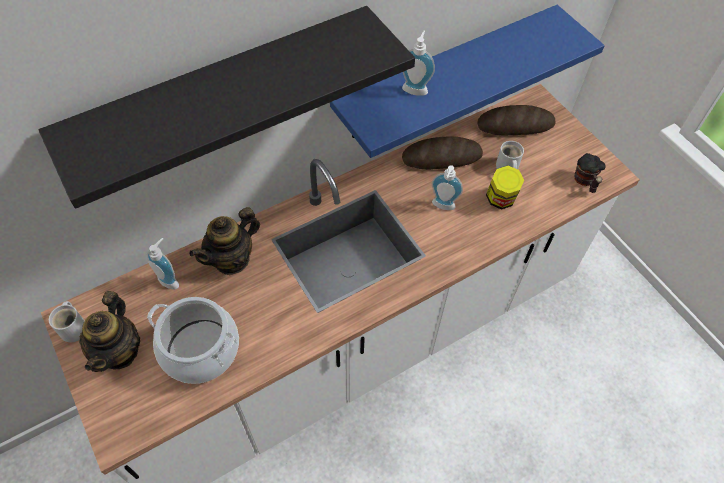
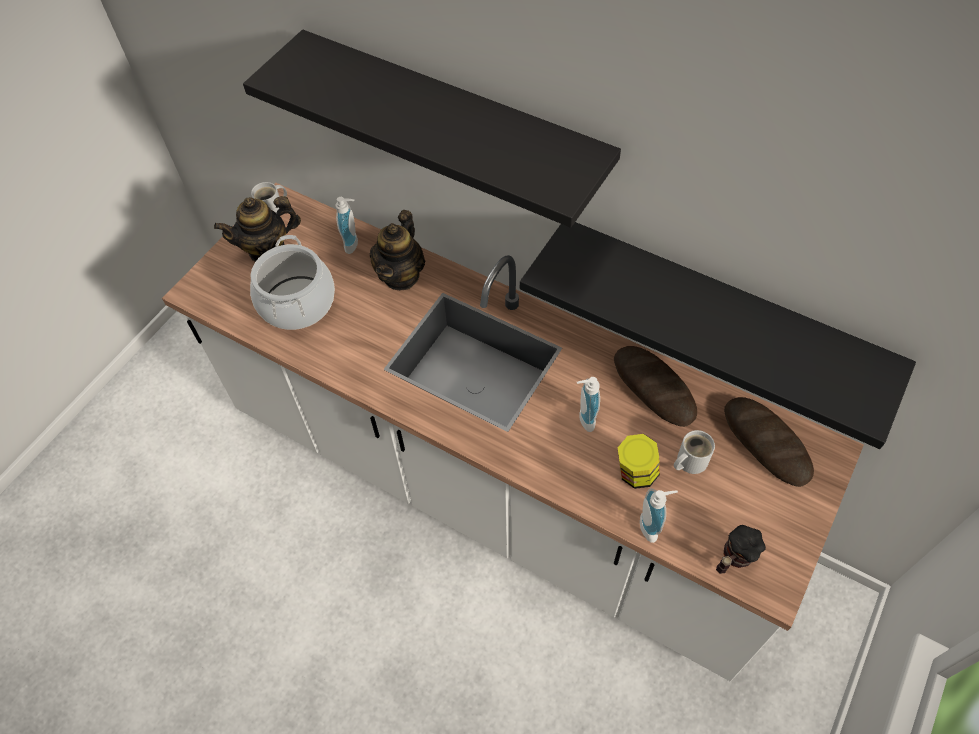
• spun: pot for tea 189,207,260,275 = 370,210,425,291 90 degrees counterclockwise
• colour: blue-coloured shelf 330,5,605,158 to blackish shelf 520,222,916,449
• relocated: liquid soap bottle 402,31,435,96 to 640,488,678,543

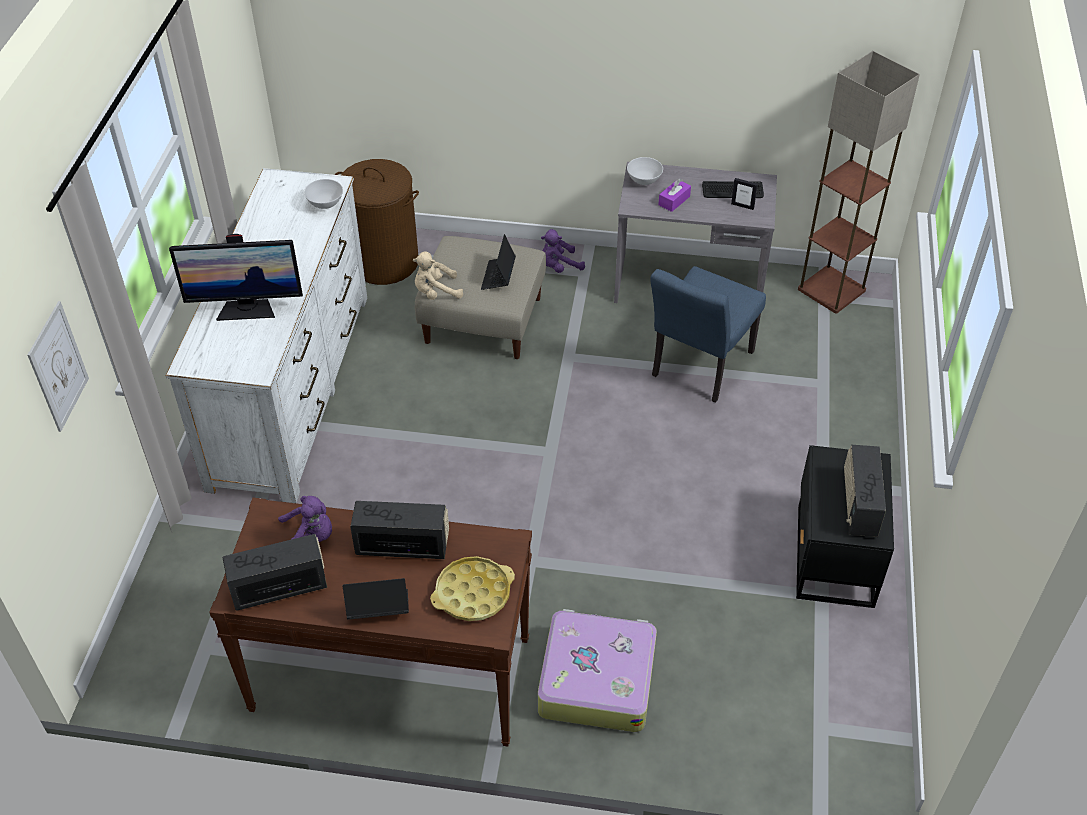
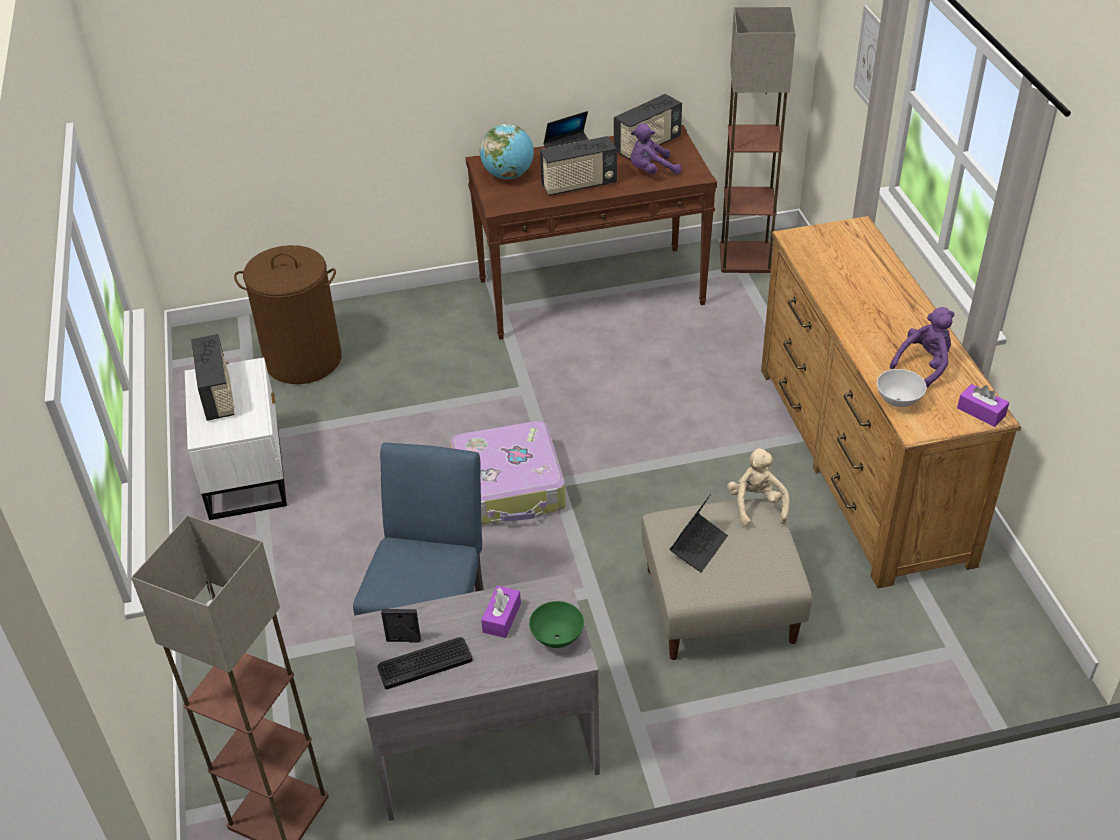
• colour: white dresser 166,168,367,503 to brown-coloured dresser 761,216,1021,589
• missing: computer screen 169,234,303,321
• relocated: brown-coloured laundry basket 335,159,419,285 to 234,245,342,384
• spun: beige-coloured cuddly toy 413,251,463,300 = 727,448,790,527 60 degrees counterclockwise
• exchanged: yellow-coloured tray 430,556,515,621 to globe 480,124,534,179
• spun: portable computer 481,234,516,290 = 670,494,728,572 45 degrees clockwise
• relocated: travel case 538,609,657,732 to 450,421,566,525
• relocated: purplish cuddly toy 541,229,585,273 to 890,307,955,388
• colour: white bowl 627,157,663,185 to greenish bowl 529,601,584,648
• colour: blackish night table 796,445,894,608 to white night table 185,357,287,520
• appeared: standard lamp 720,7,796,273
• appeared: purplish box of tissues 957,384,1009,427

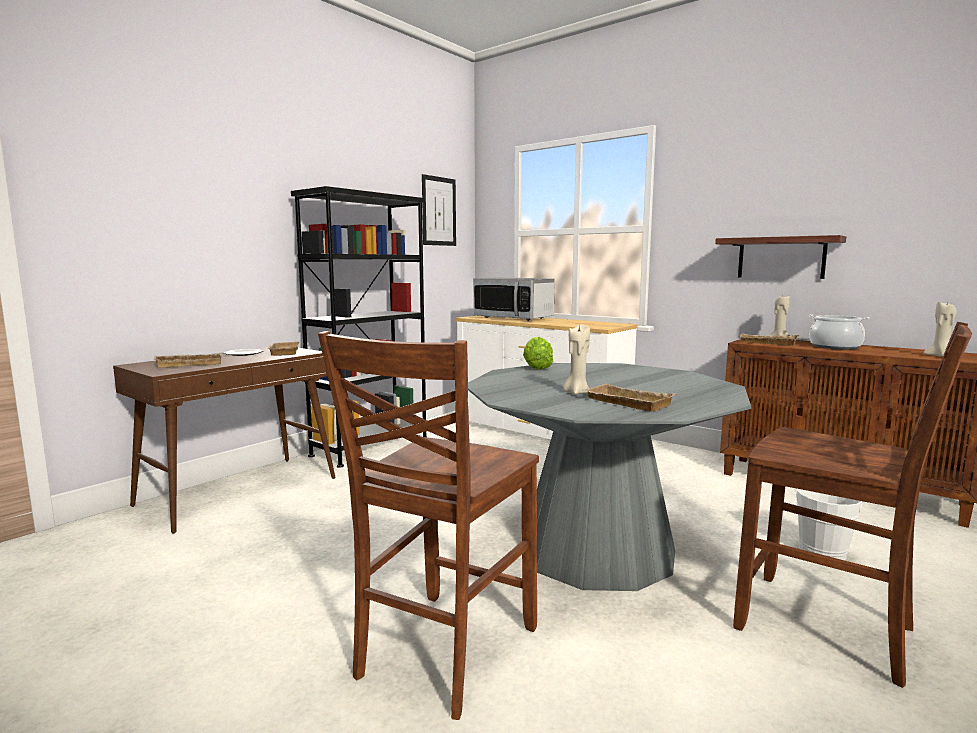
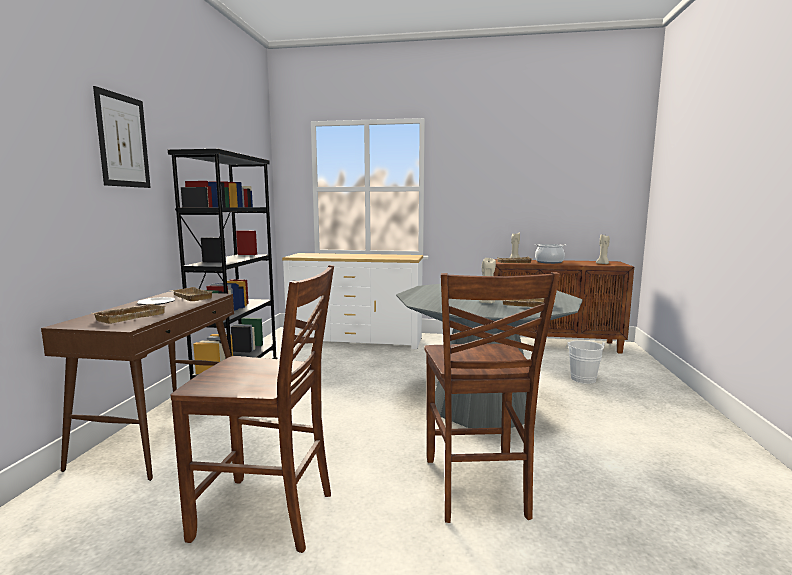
• relocated: wall art 422,174,456,246 to 93,86,151,188
• missing: microwave 473,277,555,321
• missing: lettuce head 523,337,553,370
• missing: shelf 715,235,846,279
• relocated: brown-coloured plain chair 733,322,972,688 to 171,265,334,553

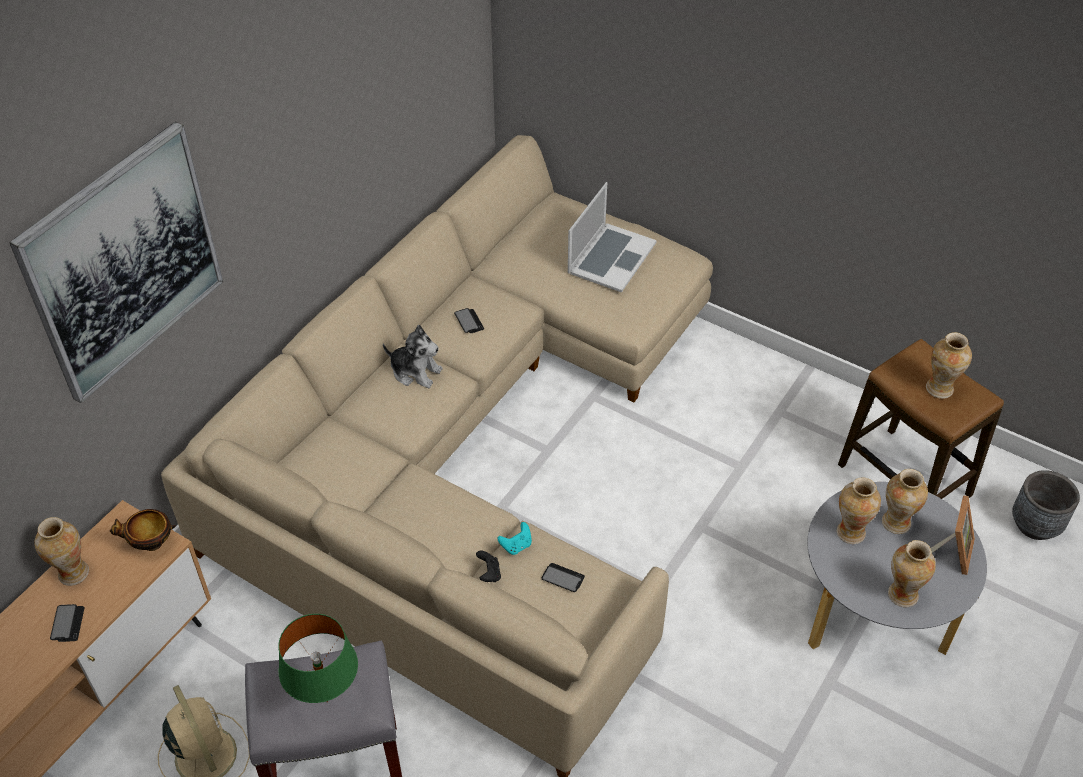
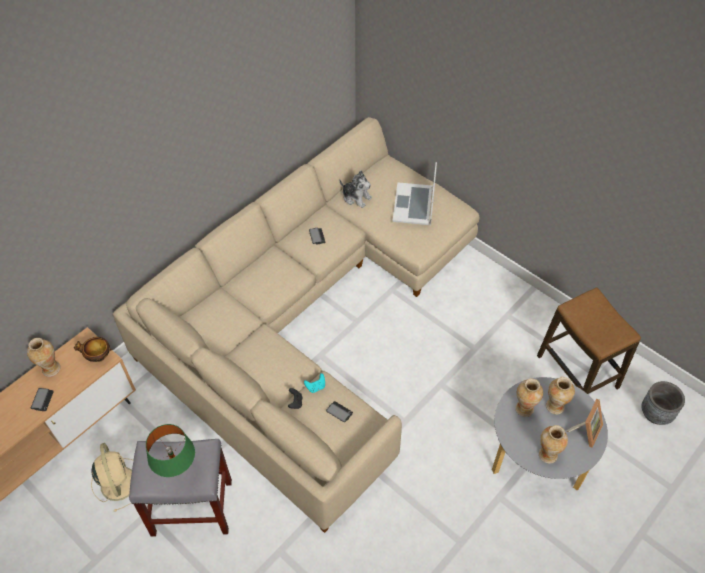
• missing: wall art 9,121,223,403
• relocated: cuddly toy 383,325,443,388 to 339,170,372,208
• spun: portable computer 568,182,657,293 = 392,162,437,225 150 degrees clockwise
• missing: vase 926,332,972,399

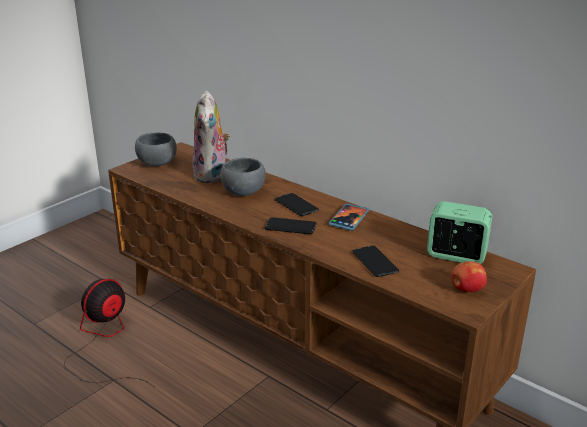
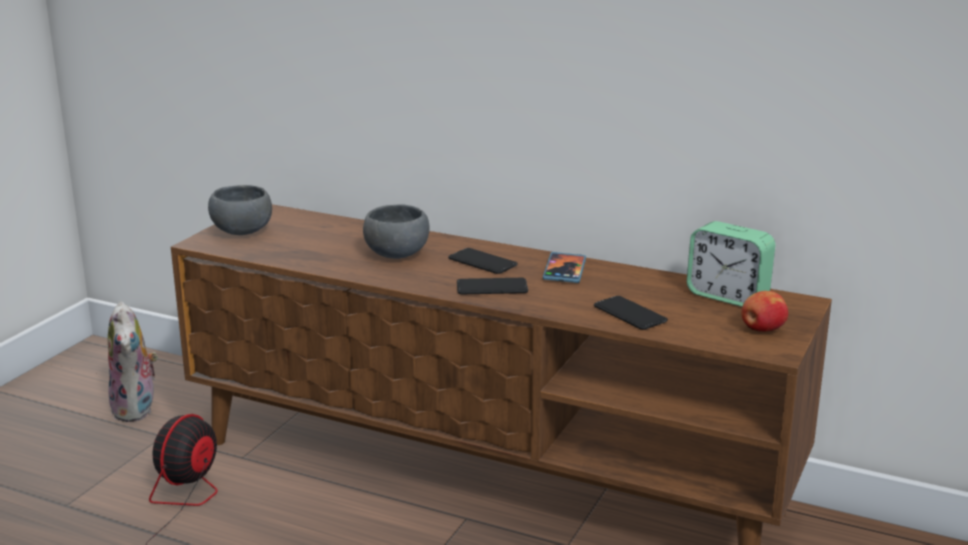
• relocated: cuddly toy 193,90,230,183 to 108,301,158,422
• spun: alarm clock 427,201,492,264 = 687,221,775,307 150 degrees counterclockwise

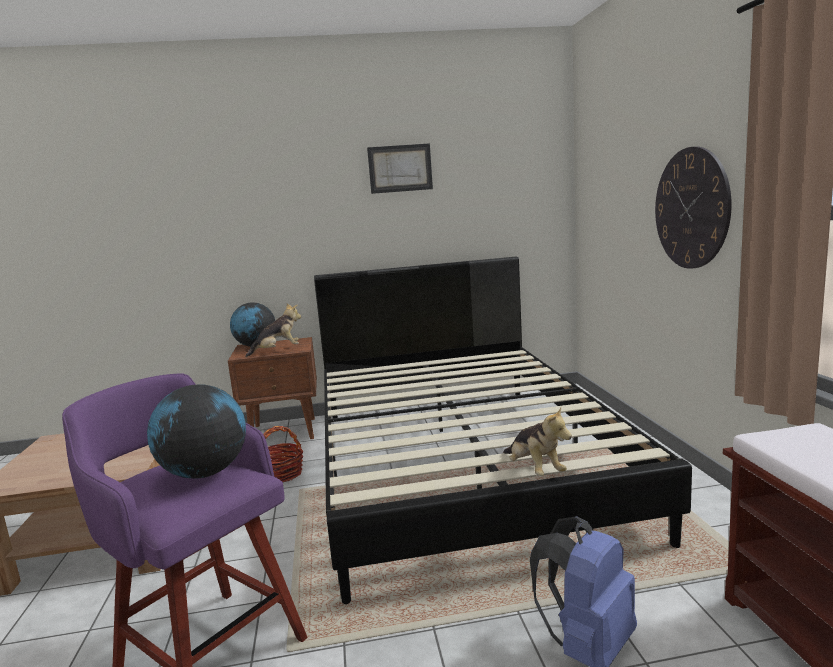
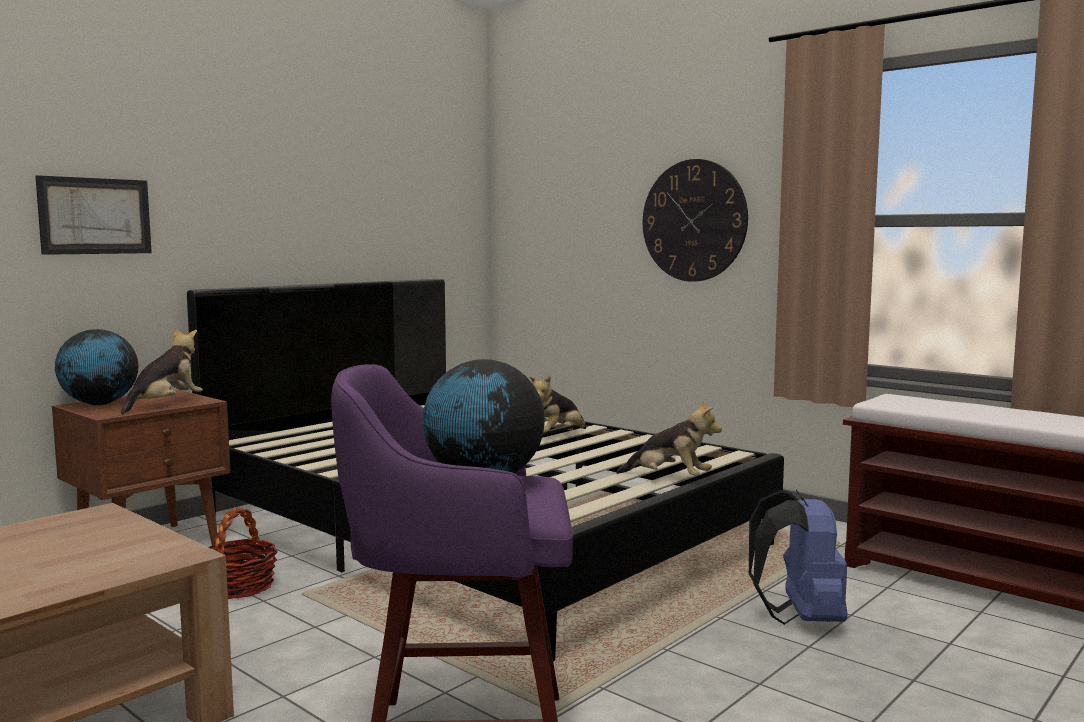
• relocated: wall art 367,143,433,194 to 35,175,152,255
• appeared: cuddly toy 530,375,586,433

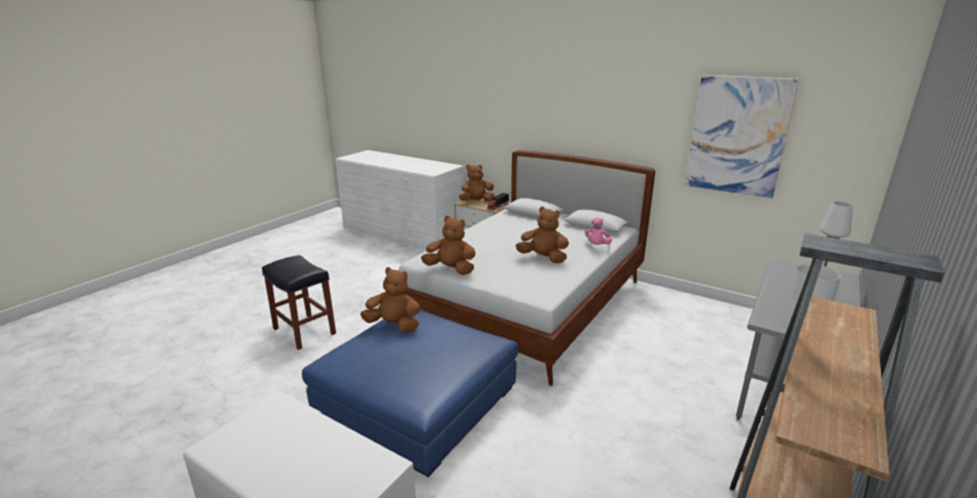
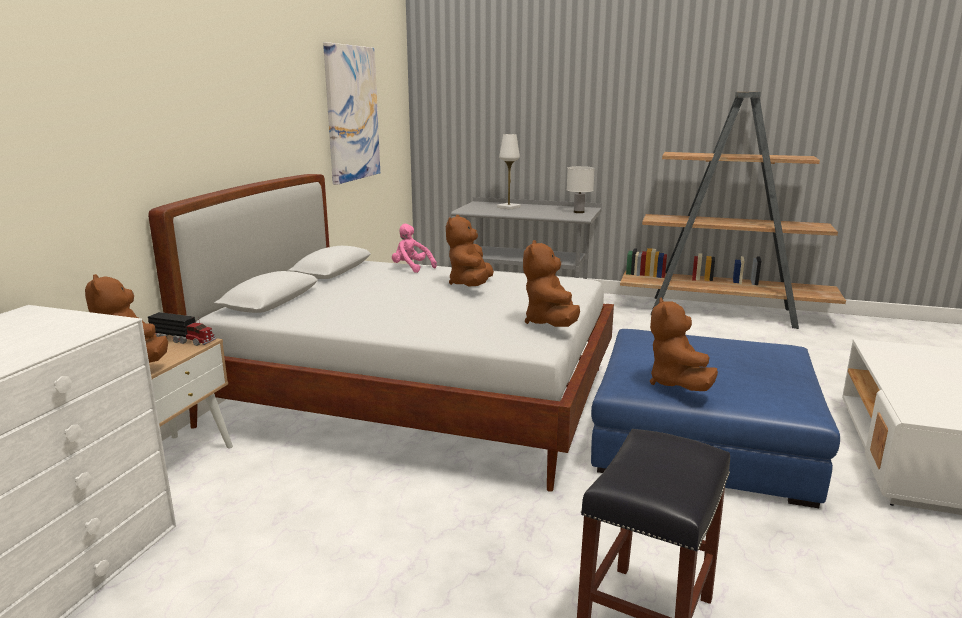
• spun: pinkish cuddly toy 585,217,612,245 = 392,224,437,273 150 degrees counterclockwise

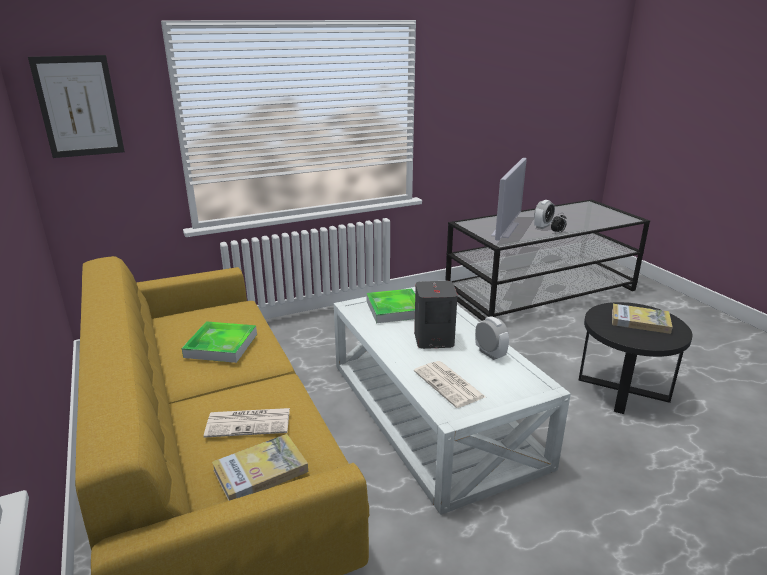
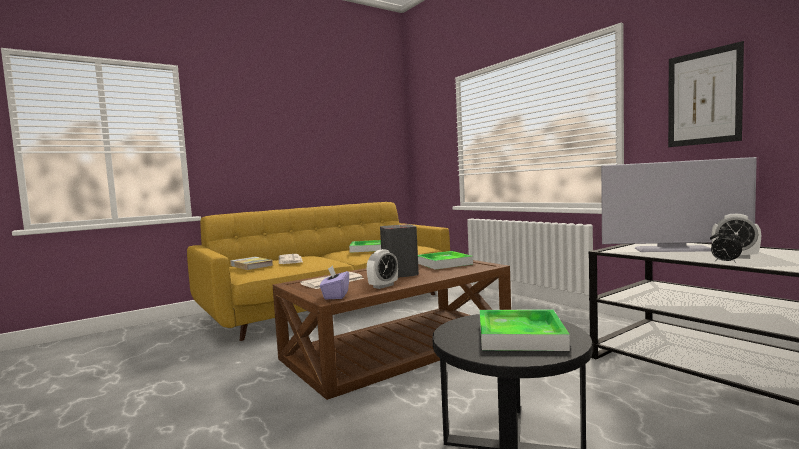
• relocated: wall art 28,55,125,158 to 668,41,744,147
• colour: white coffee table 334,287,571,515 to brown-coloured coffee table 273,260,511,400
• exchanged: bound book 612,304,673,334 to tray 479,309,570,351
• appeared: purplish box of tissues 320,265,349,299

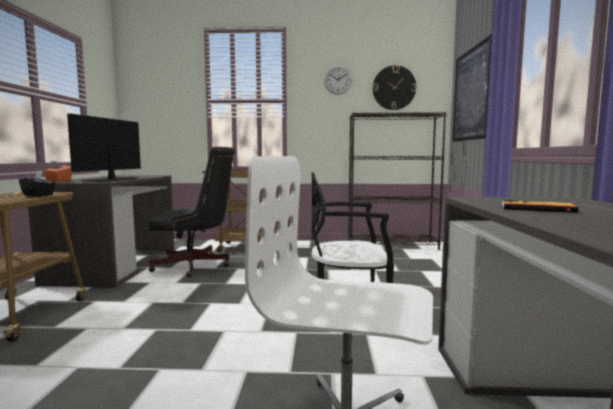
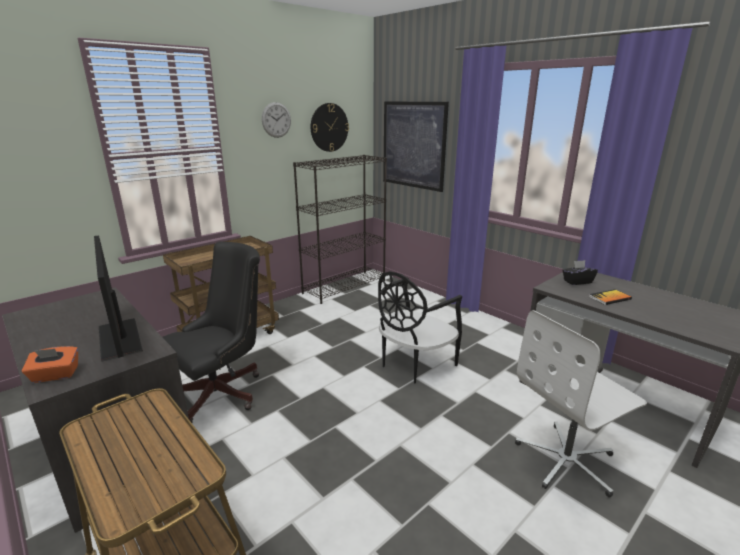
• relocated: blackish box of tissues 19,170,55,197 to 562,260,598,285

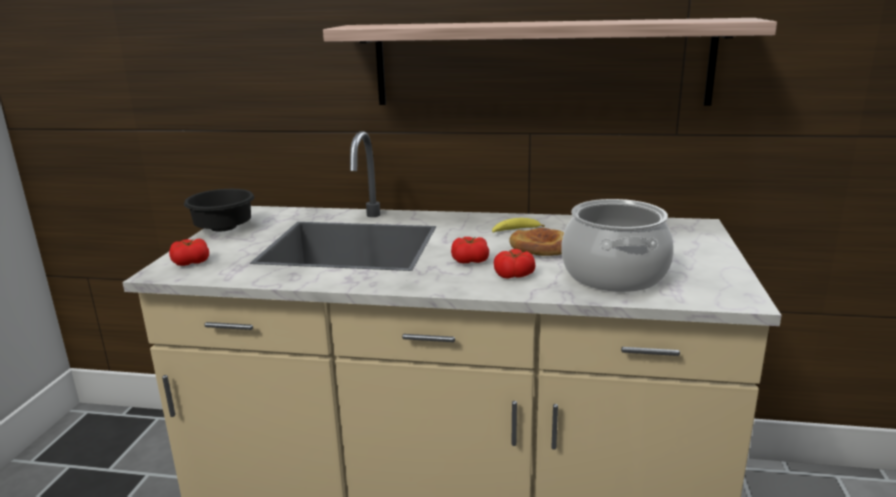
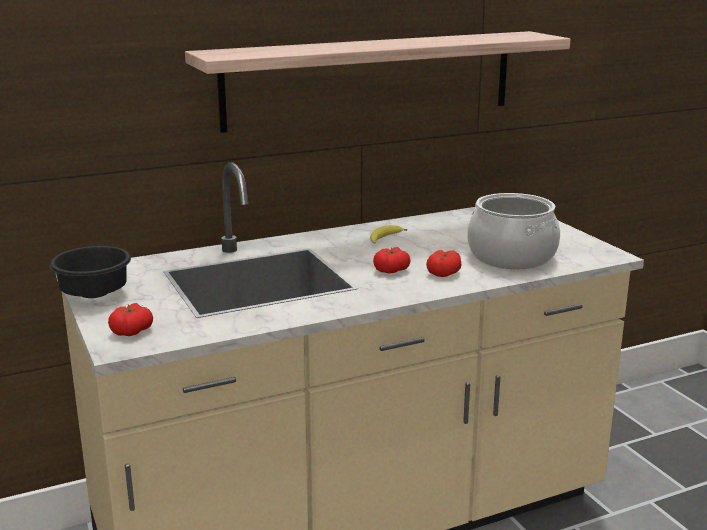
• missing: bread 509,228,564,256

